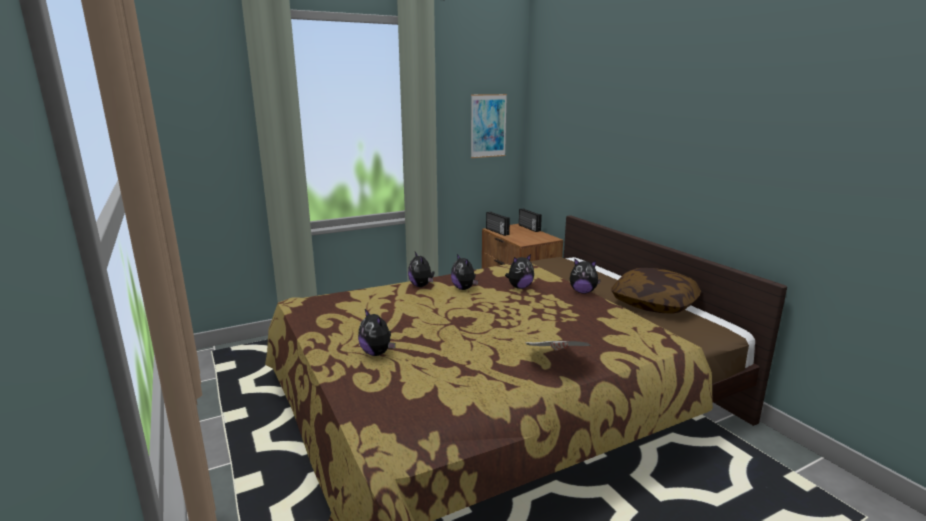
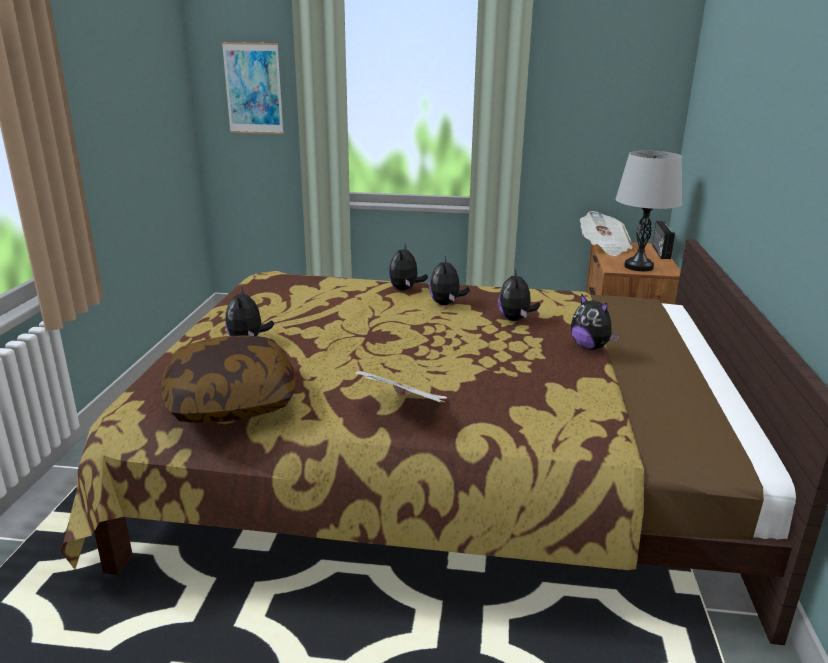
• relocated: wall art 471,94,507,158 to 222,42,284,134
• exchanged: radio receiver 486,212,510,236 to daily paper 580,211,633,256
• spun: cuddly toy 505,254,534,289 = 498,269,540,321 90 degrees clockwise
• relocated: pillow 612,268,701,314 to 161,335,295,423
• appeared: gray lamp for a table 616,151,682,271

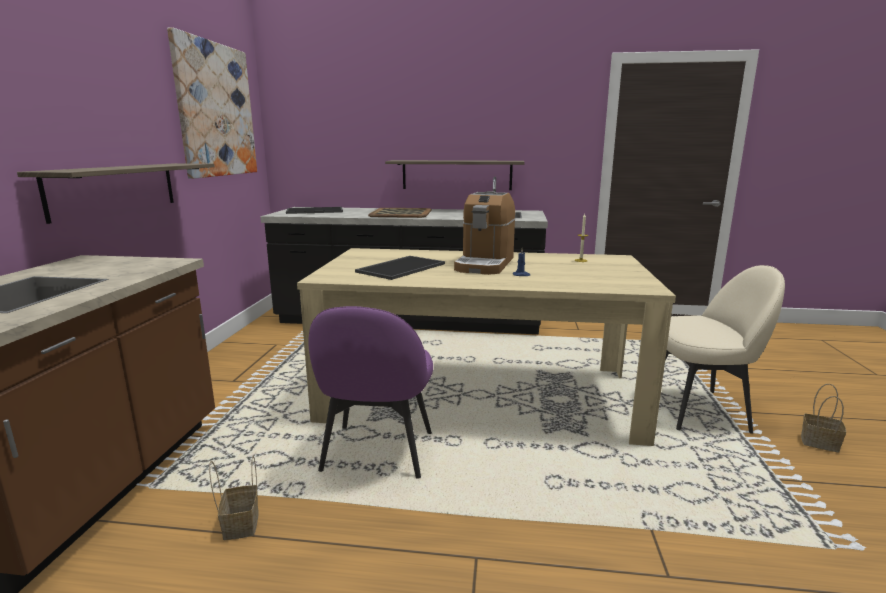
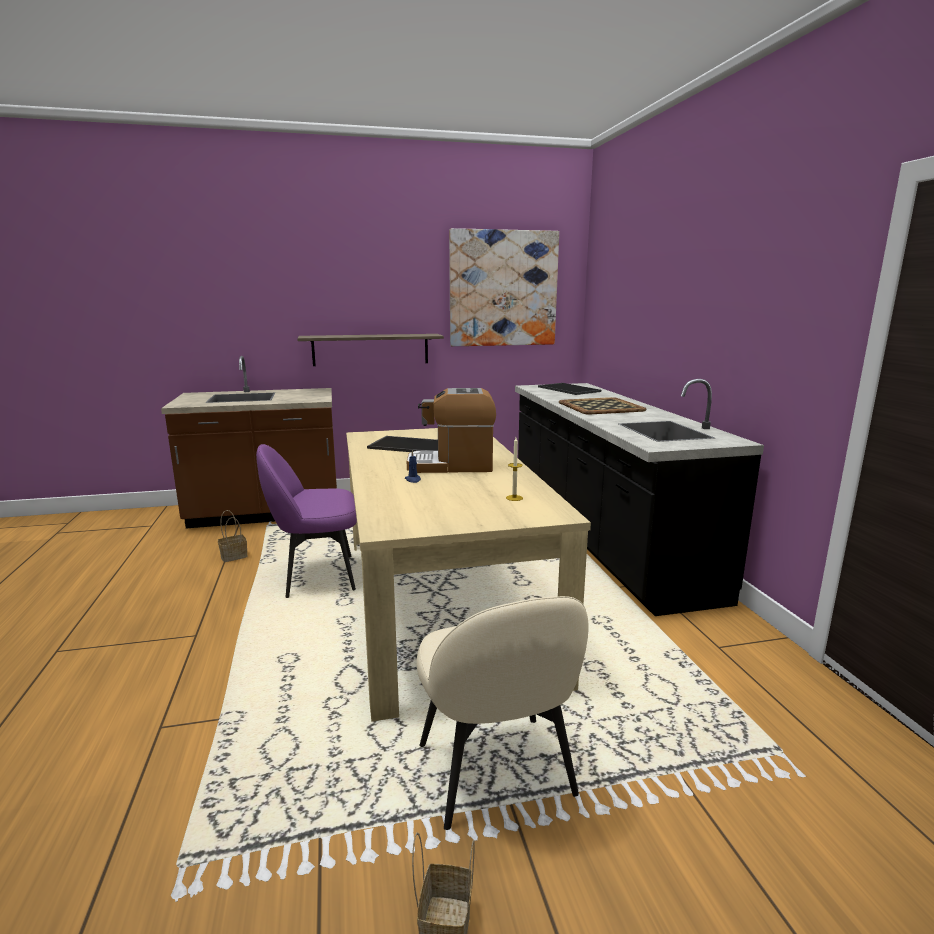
• missing: shelf 385,160,524,190

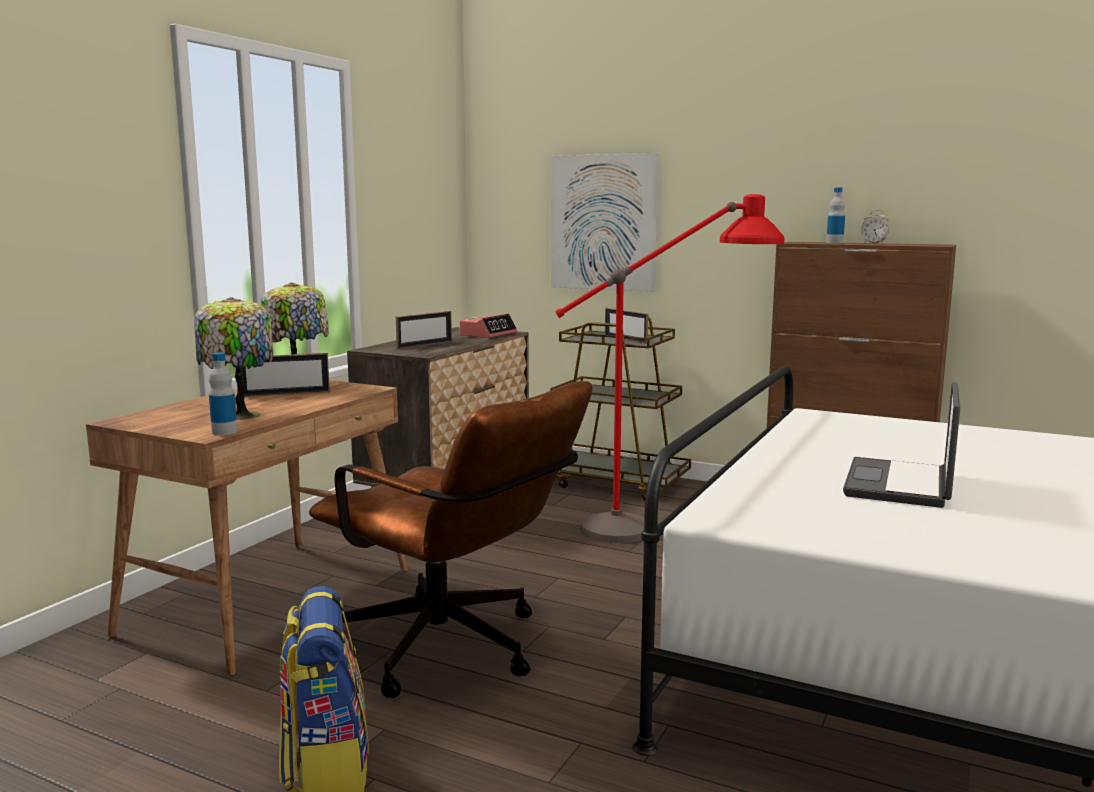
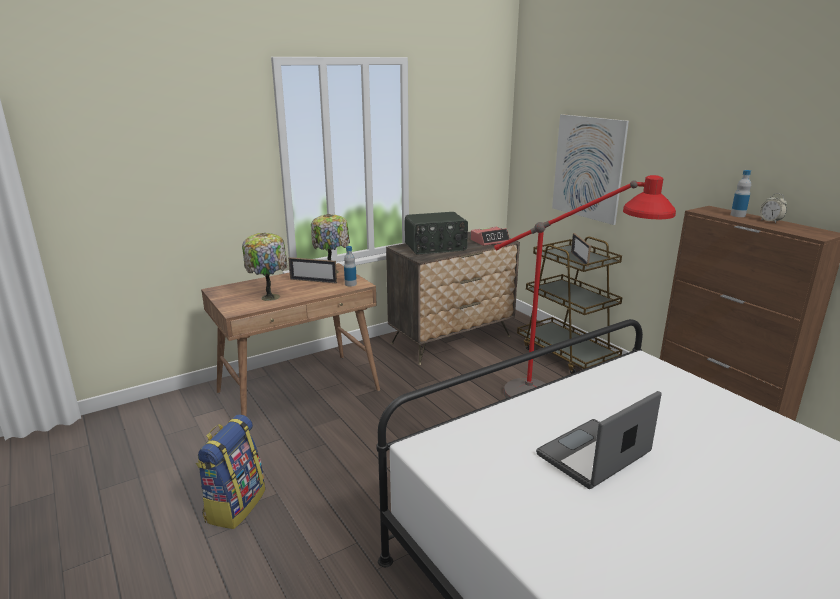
• relocated: bottle 209,352,237,435 to 344,246,357,287
• missing: brown-coloured office chair 309,381,592,698
• exchanged: picture frame 396,311,452,349 to radio receiver 405,212,468,254

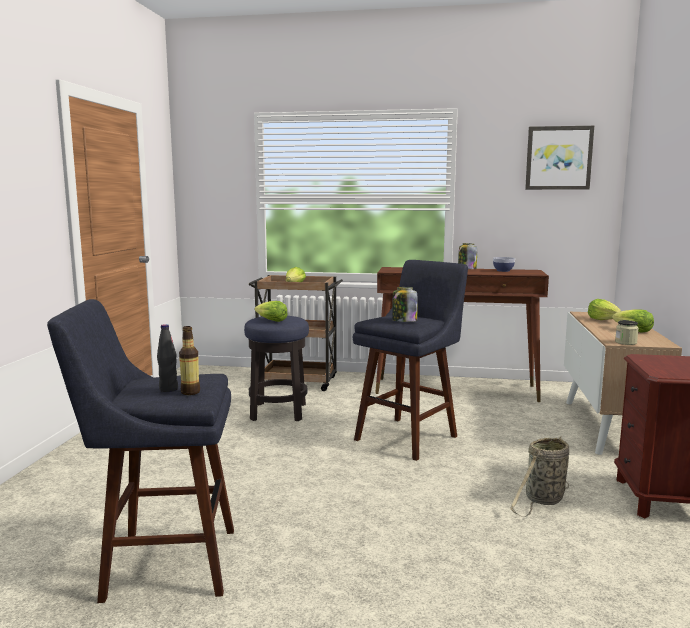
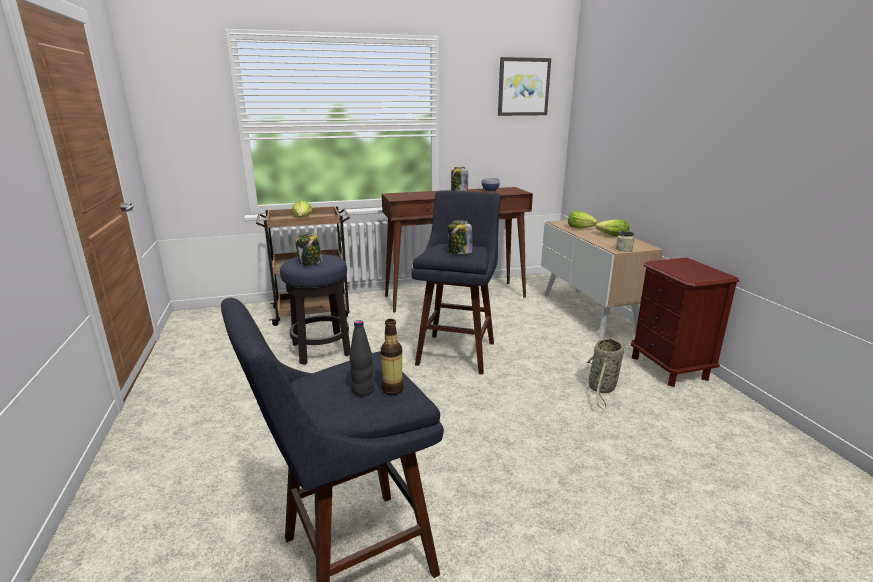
• exchanged: lettuce head 255,301,288,322 to jar 295,232,323,266

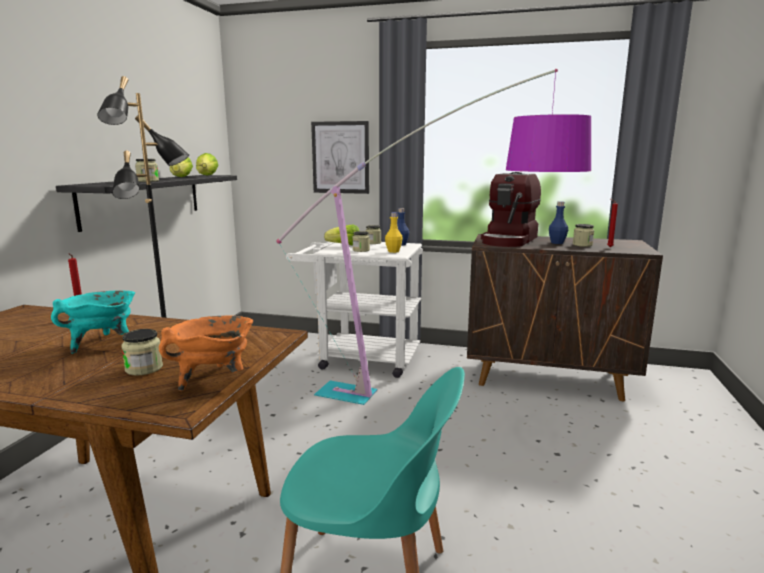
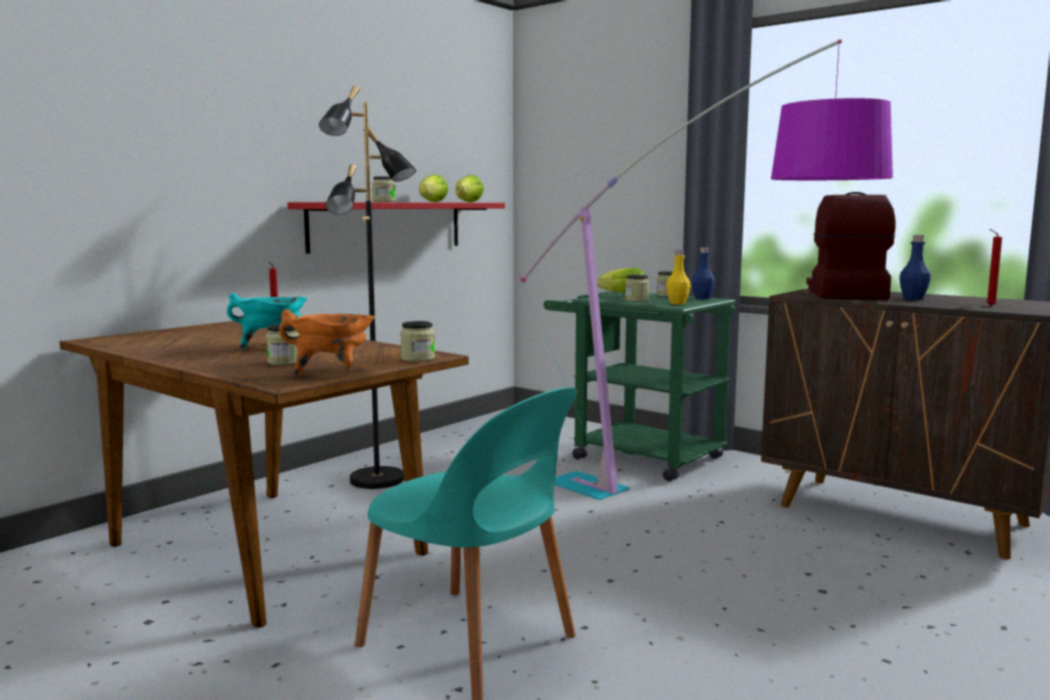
• colour: blackish shelf 56,175,237,232 to red-coloured shelf 287,202,505,254
• colour: white trolley 286,242,423,378 to greenish trolley 544,291,736,481
• missing: wall art 311,121,369,194
• spun: coffee machine 481,172,541,247 = 806,192,896,299 135 degrees clockwise
• relocated: jar 573,224,594,247 to 400,321,435,362

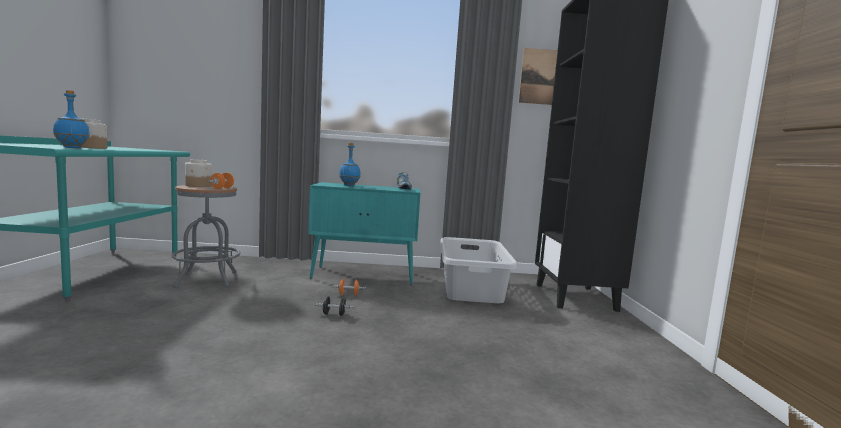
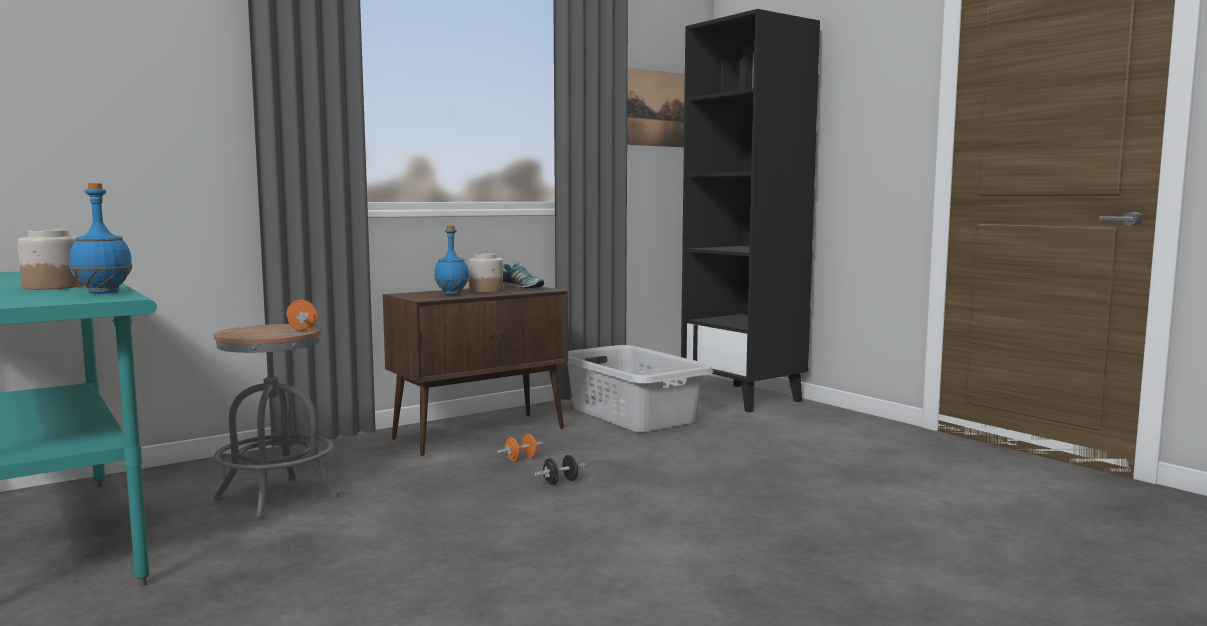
• relocated: jar 185,159,212,187 to 469,253,503,292
• colour: turquoise-coloured cabinet 308,182,421,285 to brown-coloured cabinet 383,286,568,456

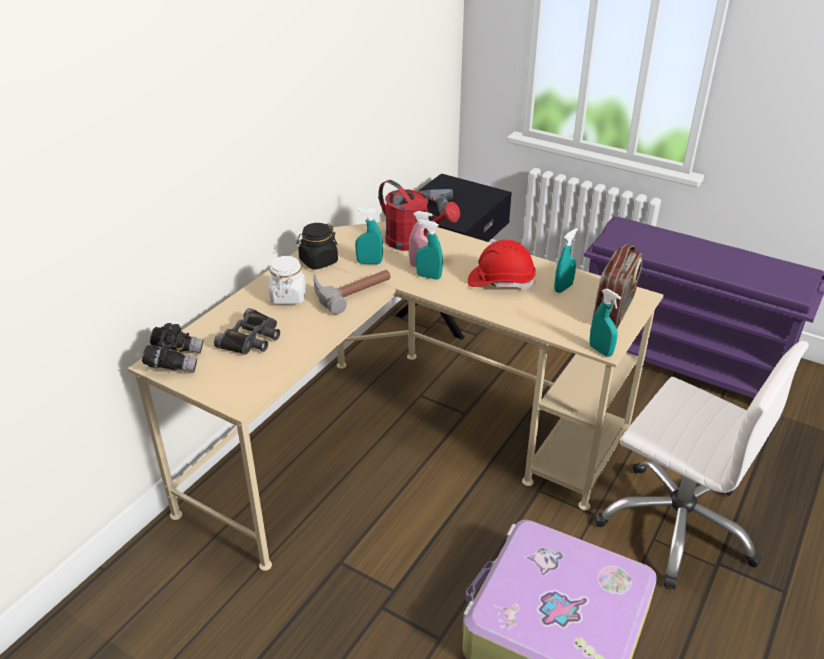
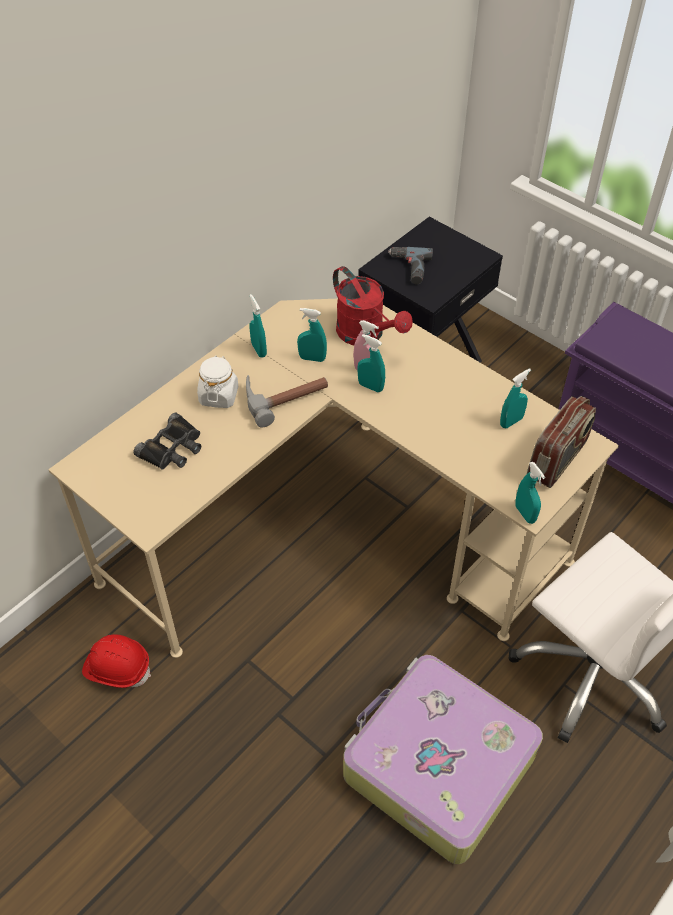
• missing: blackish binoculars 142,323,204,373
• exchanged: blackish jar 296,223,338,270 to turquoise-coloured sprayer 249,294,267,358
• relocated: red-coloured work helmet 468,240,536,289 to 82,634,151,688

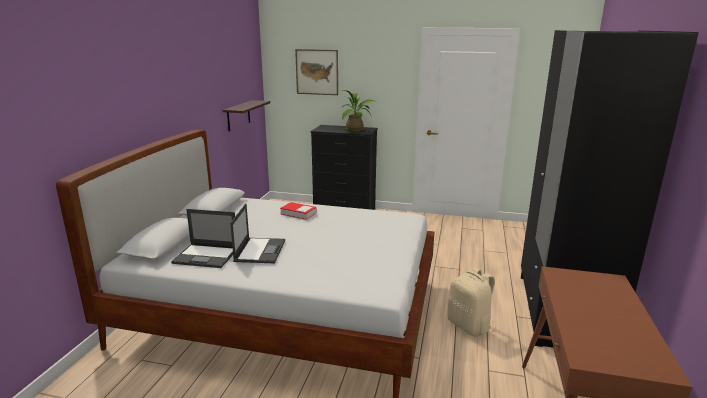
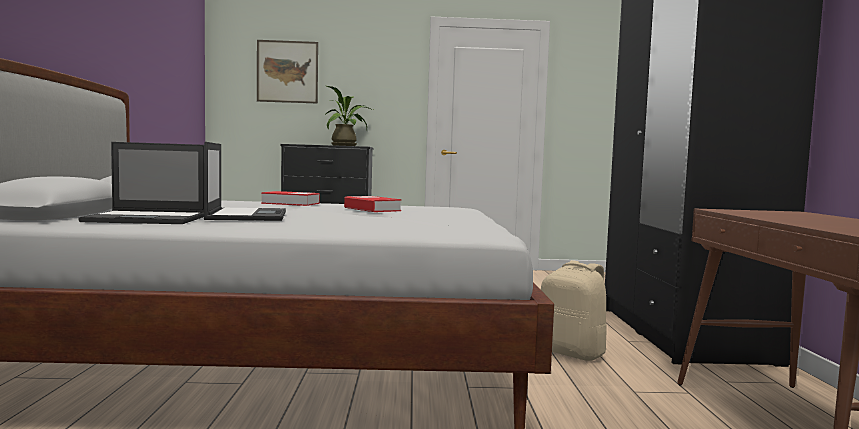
• missing: shelf 223,100,270,131
• appeared: bound book 344,196,401,212

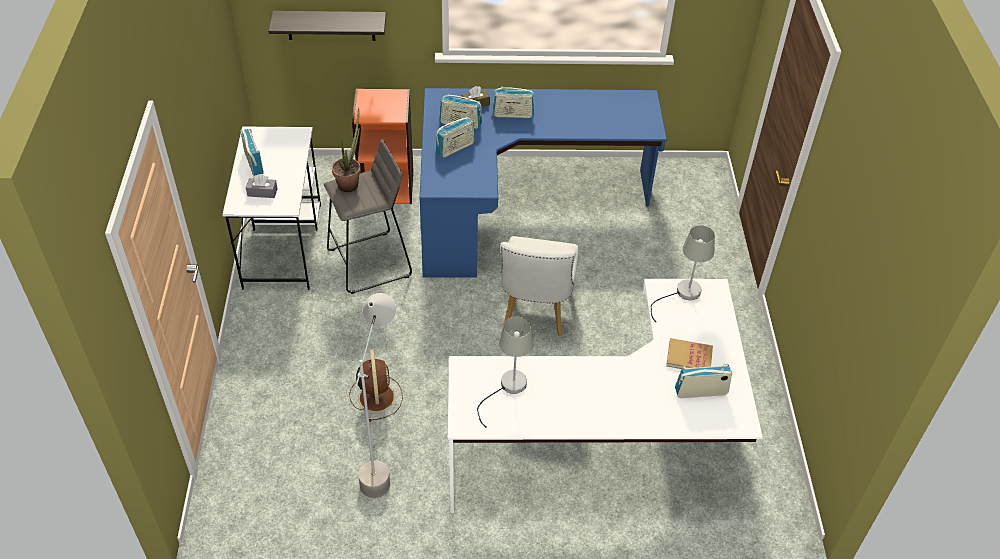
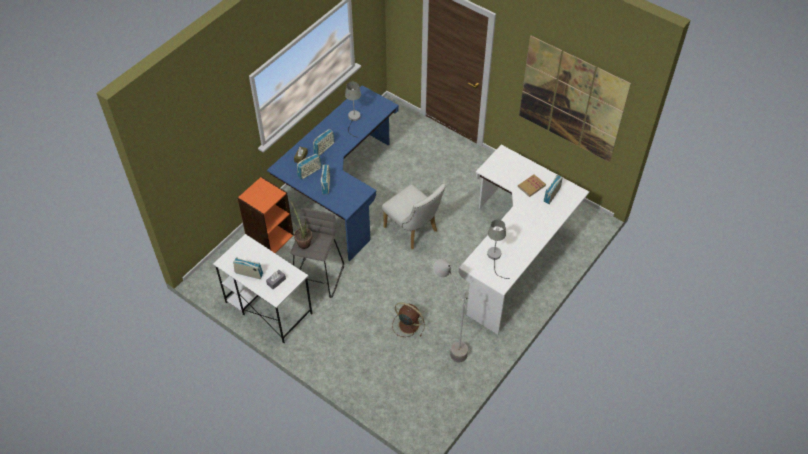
• missing: shelf 268,11,386,41
• relocated: gray lamp for a table 651,225,715,322 to 345,82,361,137
• appeared: wall art 519,36,631,162

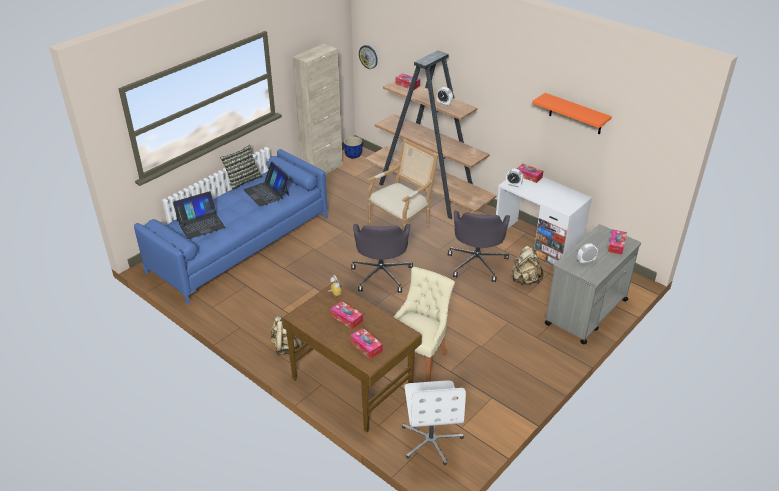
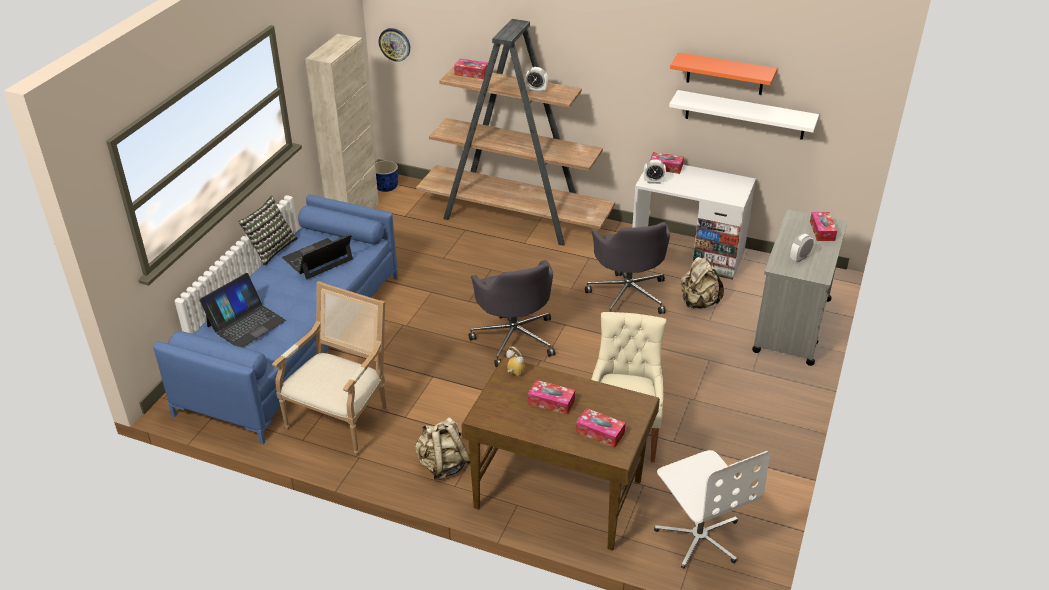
• spun: portable computer 244,162,290,207 = 282,234,353,280 105 degrees clockwise
• relocated: easy chair 367,139,439,231 to 272,281,388,456
• appeared: white shelf 669,90,819,140

